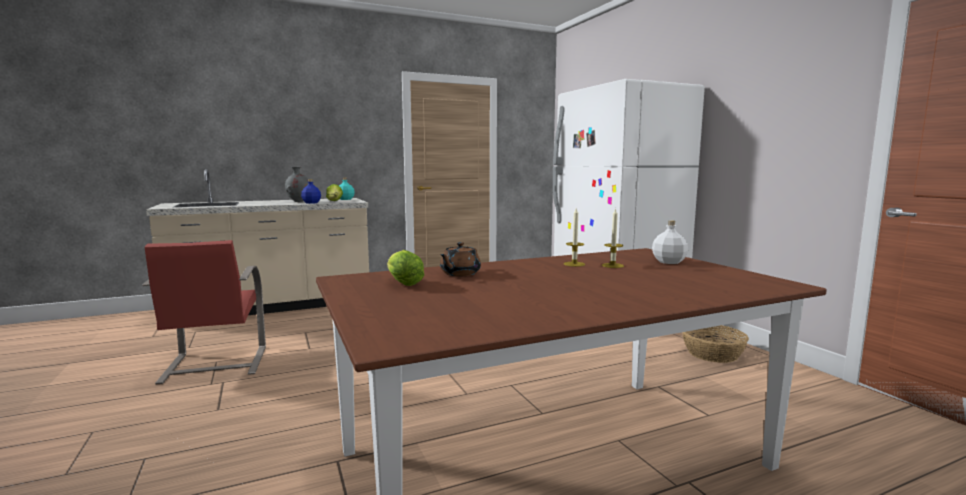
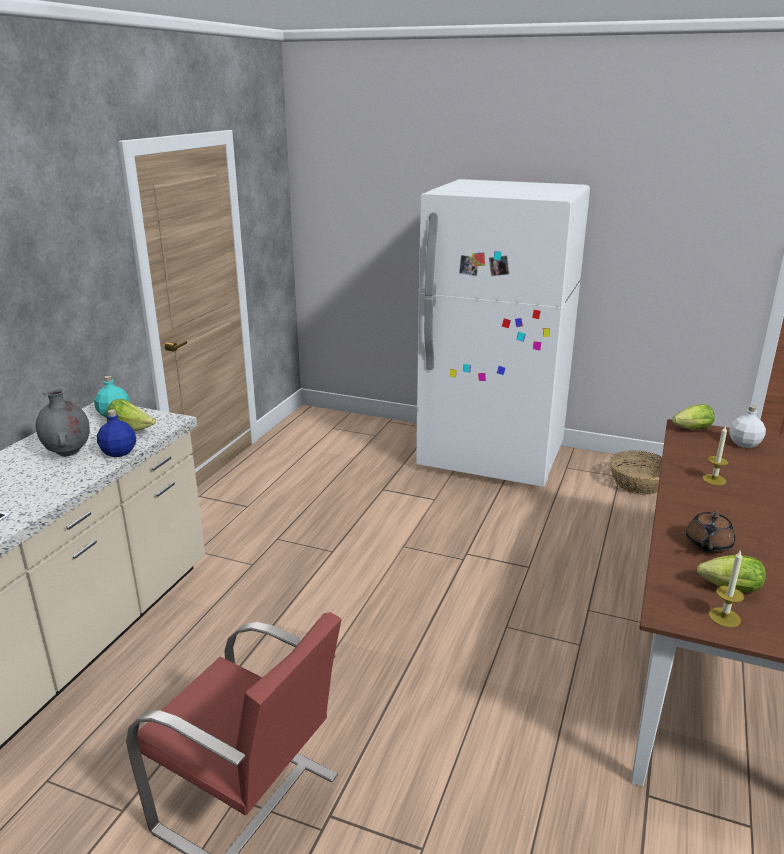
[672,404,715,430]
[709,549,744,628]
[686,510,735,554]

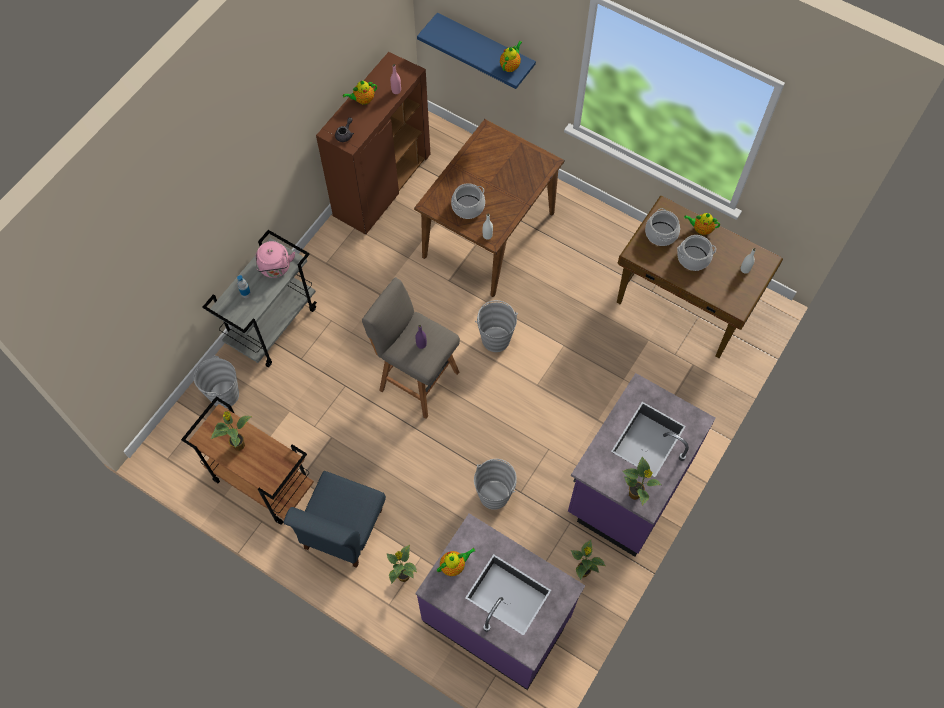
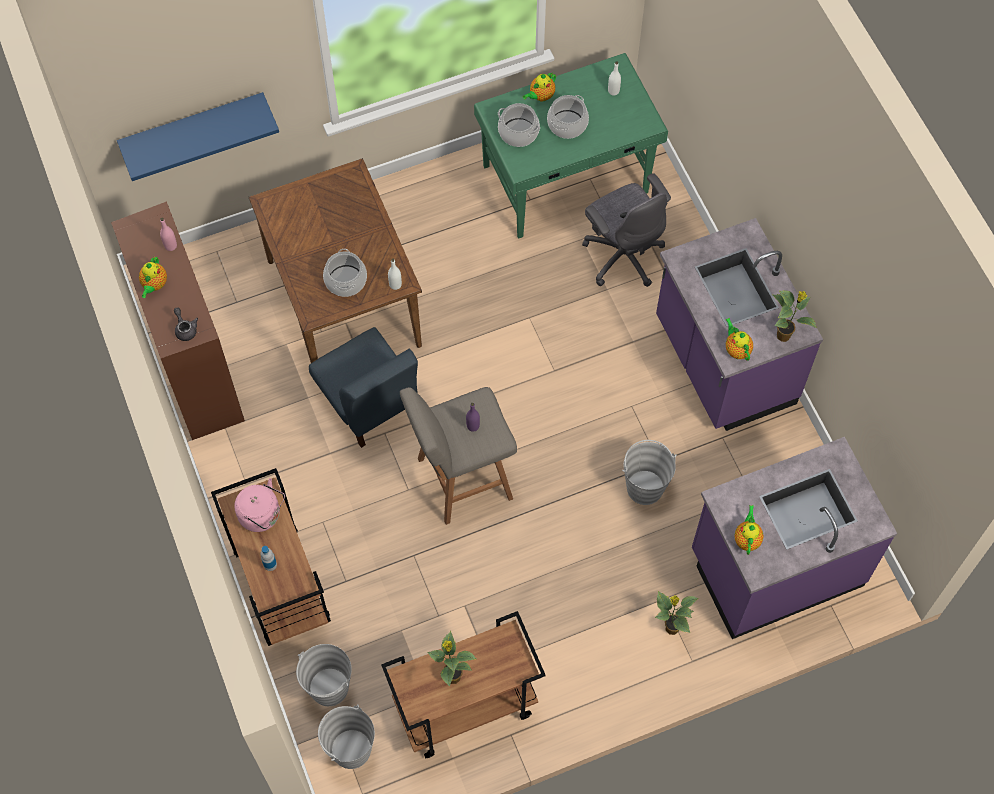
[571,540,605,580] (first image)
[582,173,671,287]
[309,327,418,448]
[318,704,375,769]
[725,318,753,361]
[211,468,331,646]
[474,53,668,239]

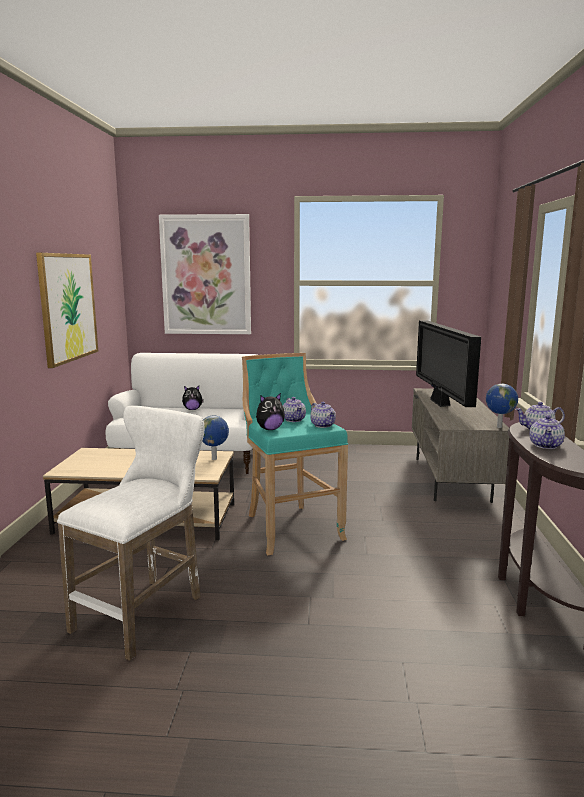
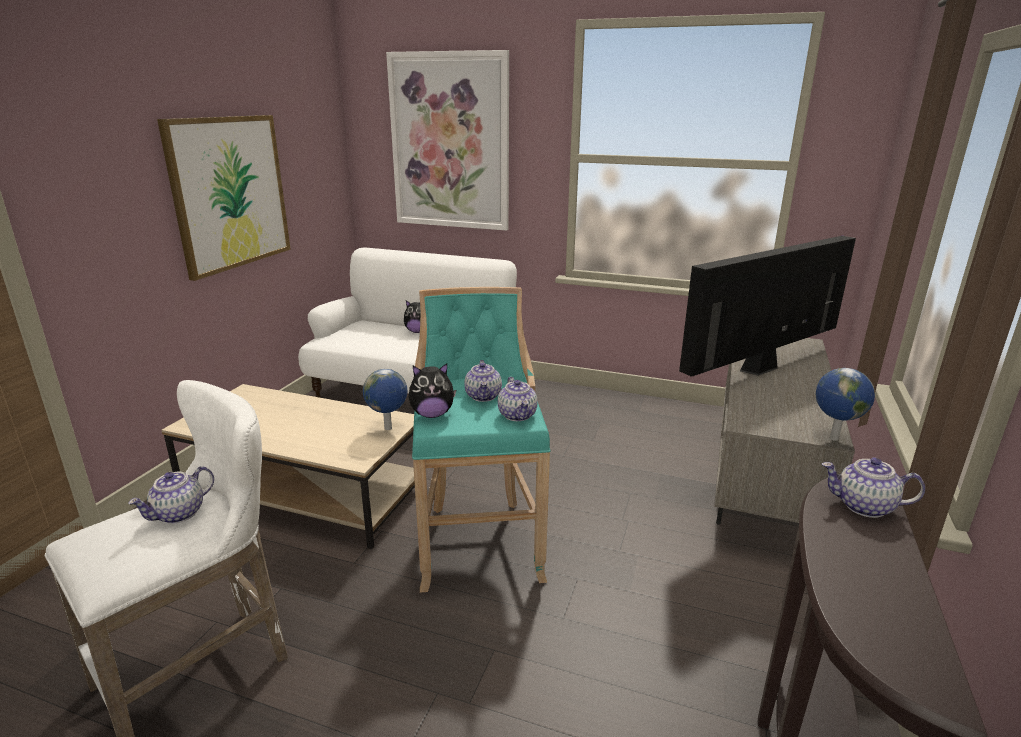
[128,466,214,524]
[679,236,856,377]

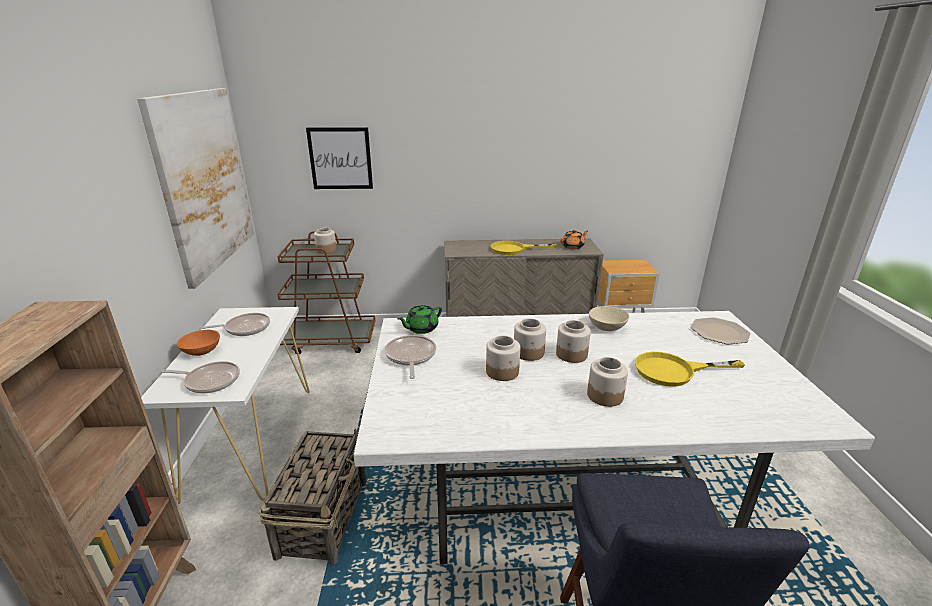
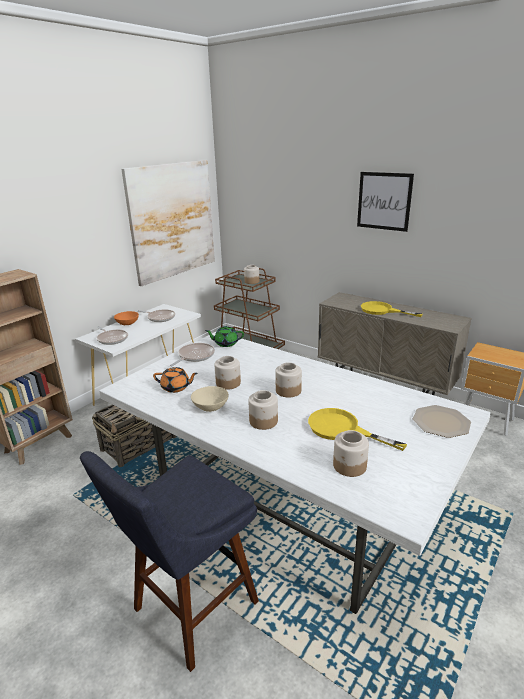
[357,172,414,232]
[333,430,369,477]
[153,367,198,393]
[191,386,229,412]

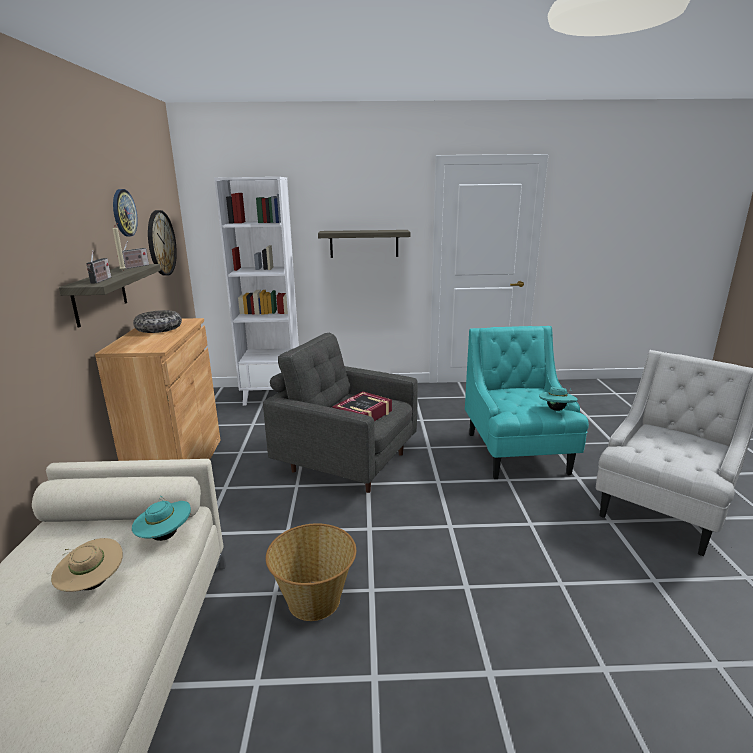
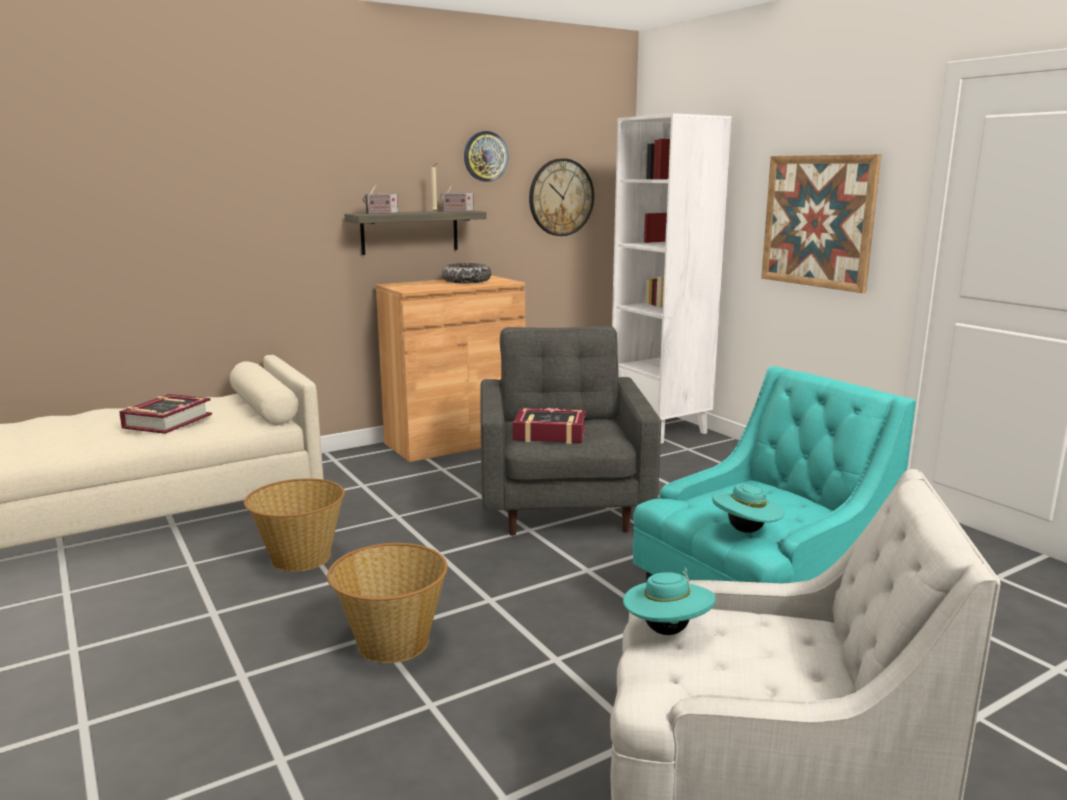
[327,543,448,663]
[623,567,716,635]
[119,394,212,434]
[761,154,881,293]

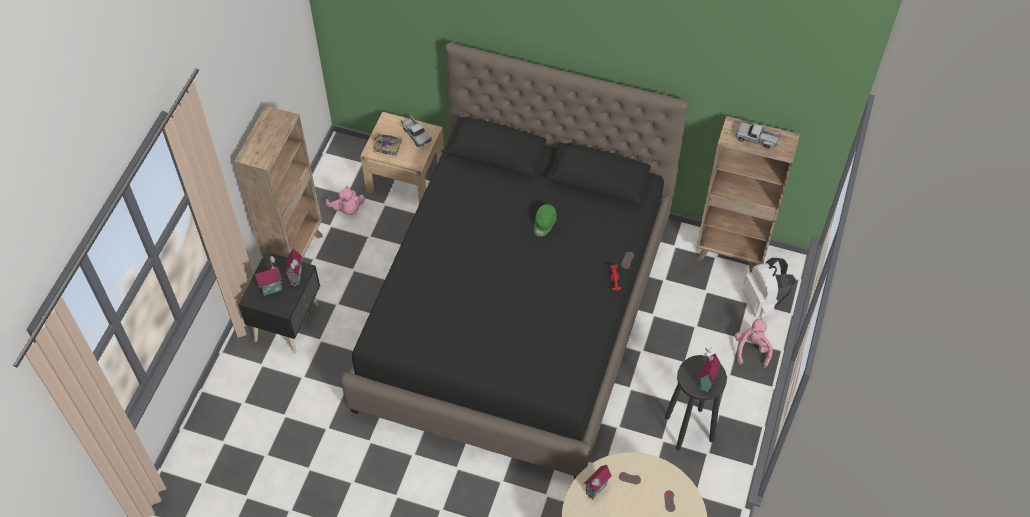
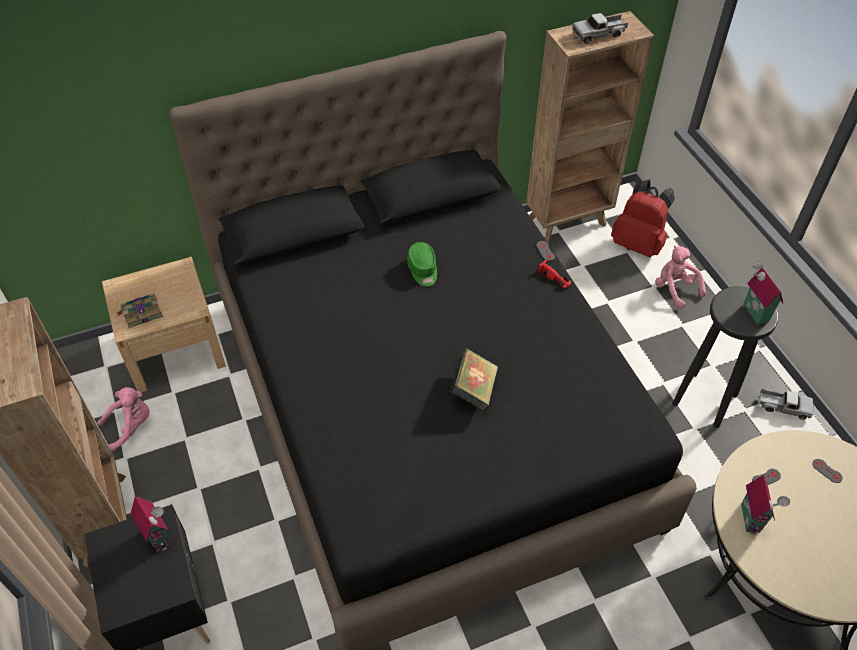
[255,256,283,296] (first image)
[450,348,498,411]
[758,389,814,420]
[611,179,675,258]
[97,387,150,451]

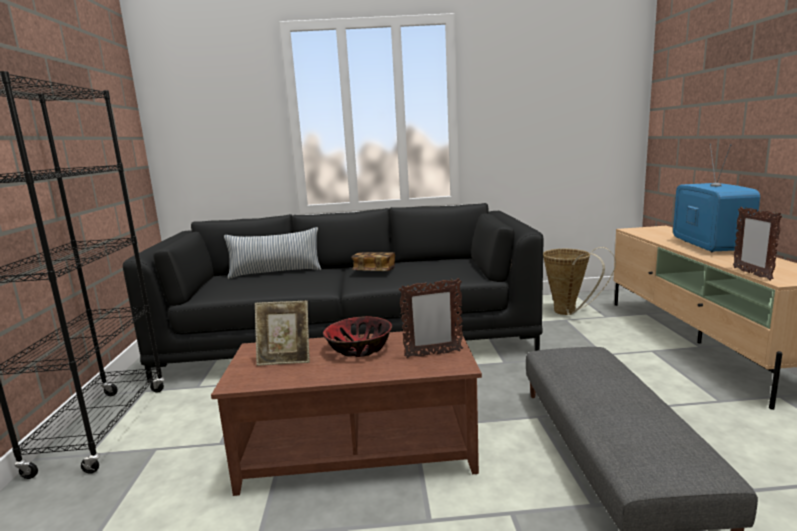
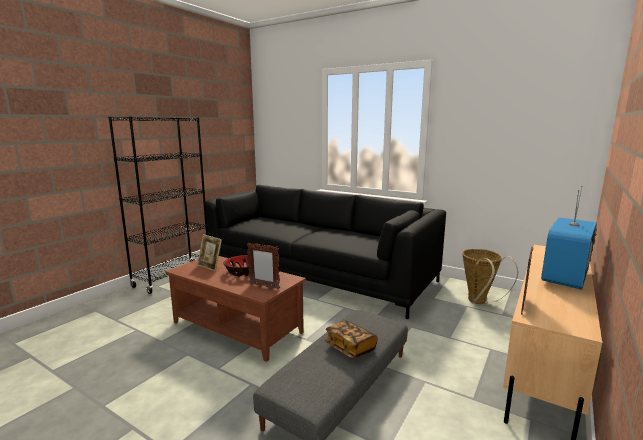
[224,227,321,279] (first image)
[325,320,378,359]

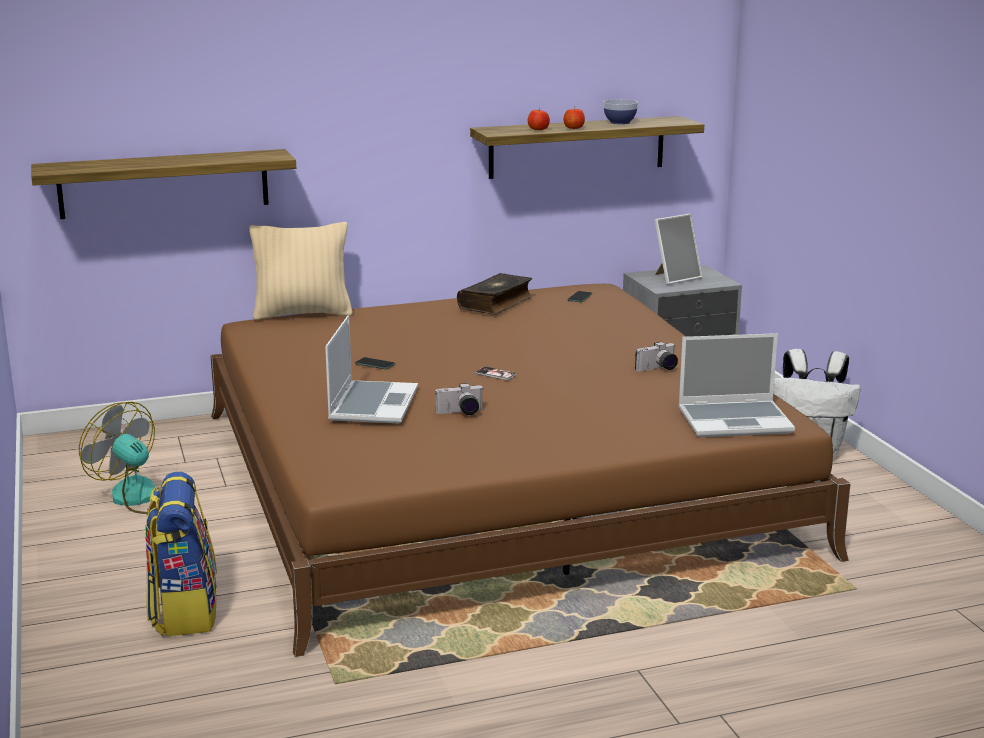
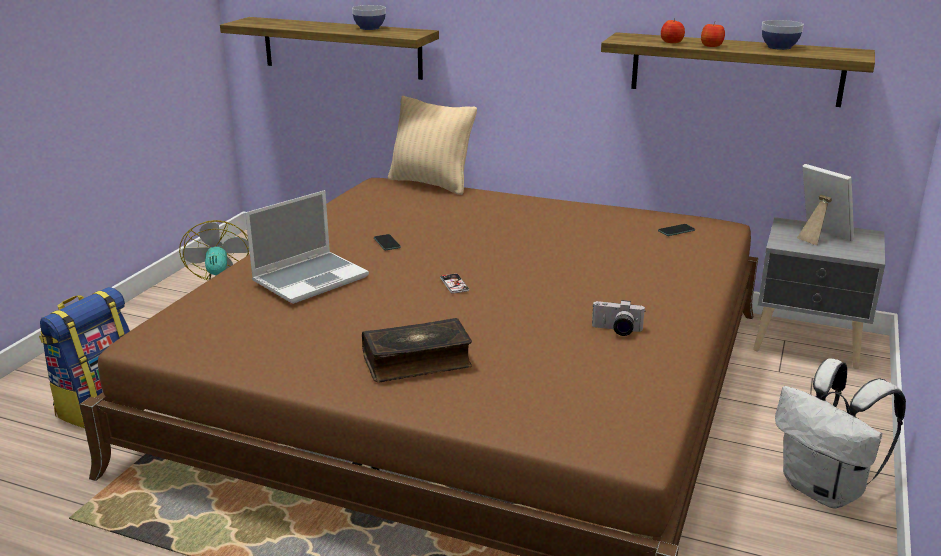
[435,383,483,415] (first image)
[678,333,795,437] (first image)
[352,5,386,30]
[362,318,472,382]
[797,164,854,245]

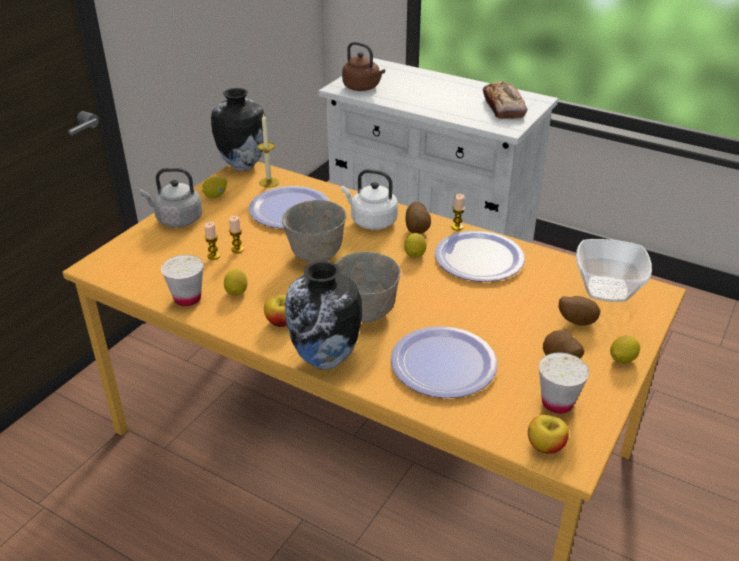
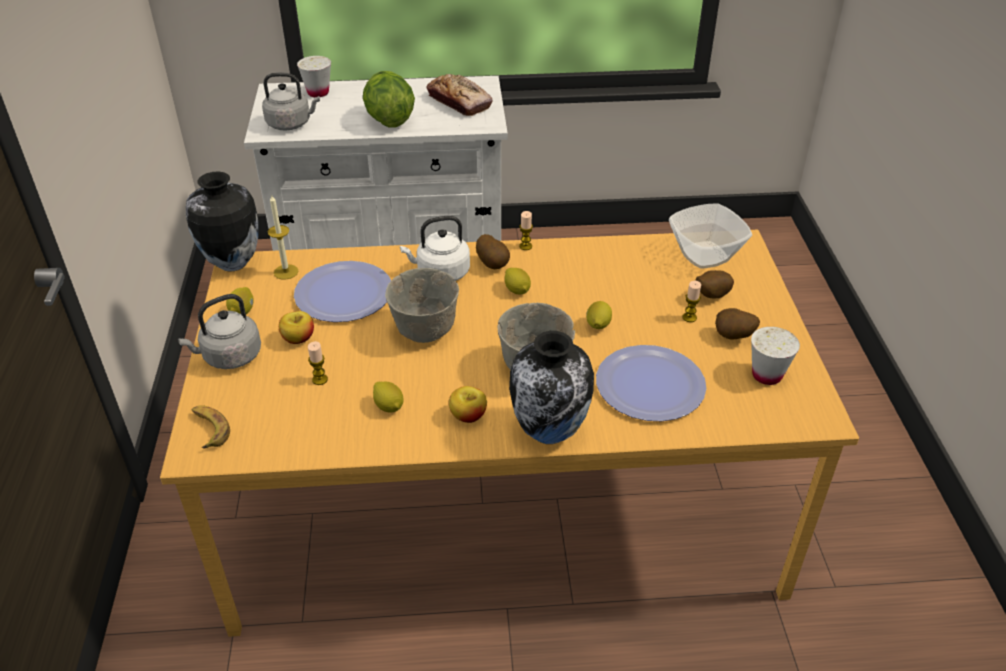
[435,231,525,282] (first image)
[192,405,230,449]
[363,71,415,128]
[297,56,331,98]
[682,281,701,322]
[279,311,314,344]
[586,301,612,329]
[262,73,320,130]

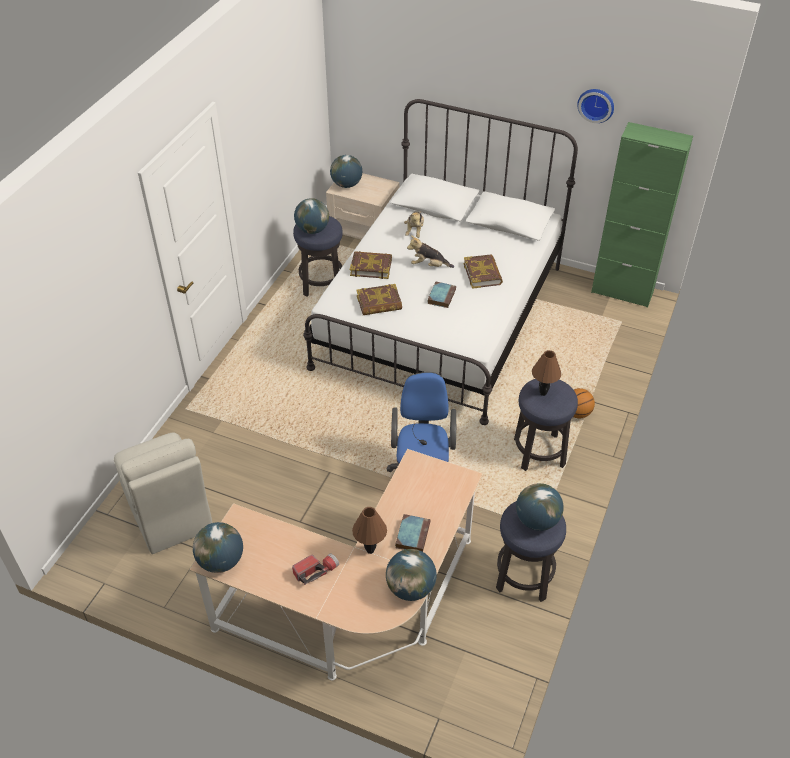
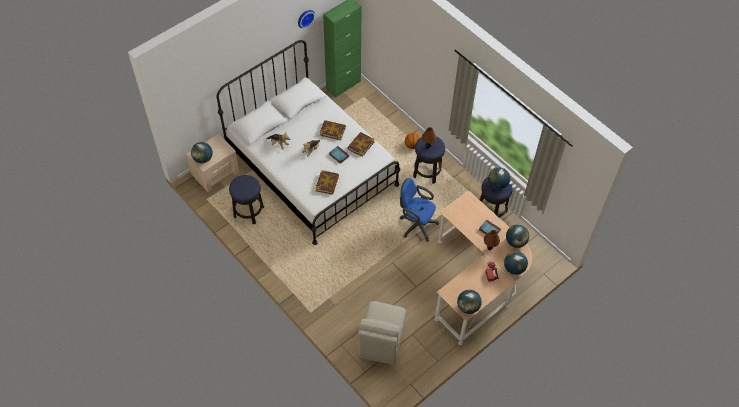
[504,251,528,275]
[347,132,375,157]
[358,301,406,365]

